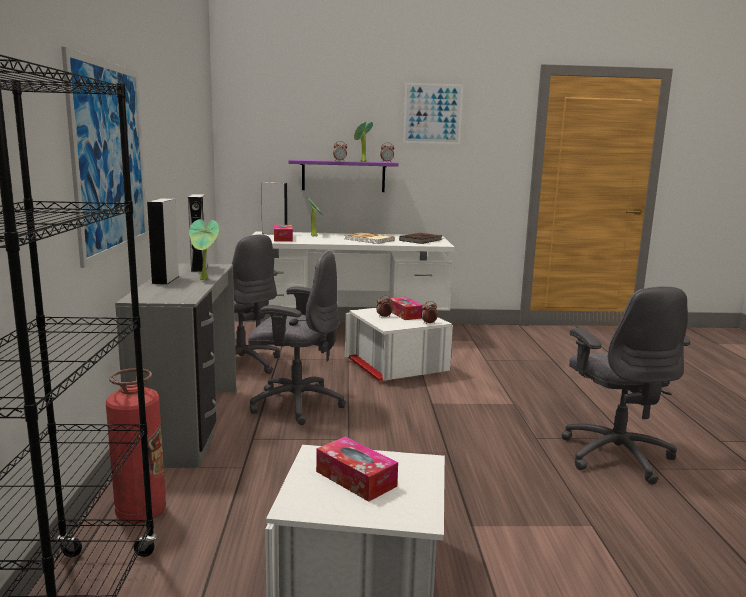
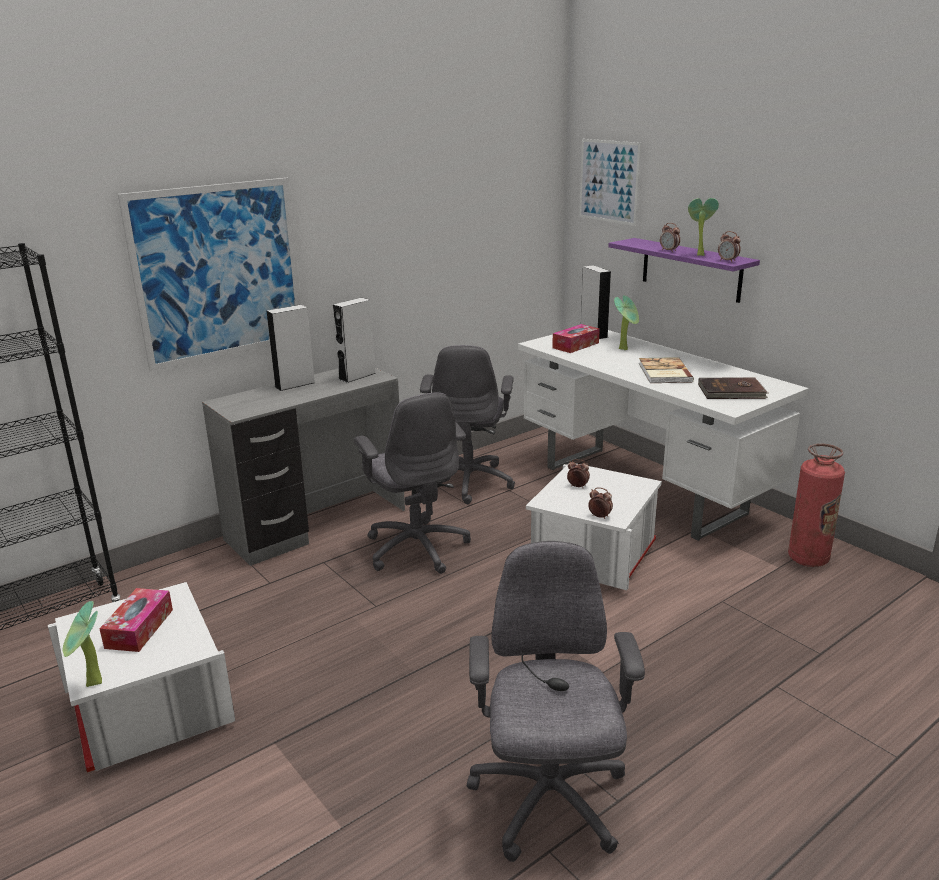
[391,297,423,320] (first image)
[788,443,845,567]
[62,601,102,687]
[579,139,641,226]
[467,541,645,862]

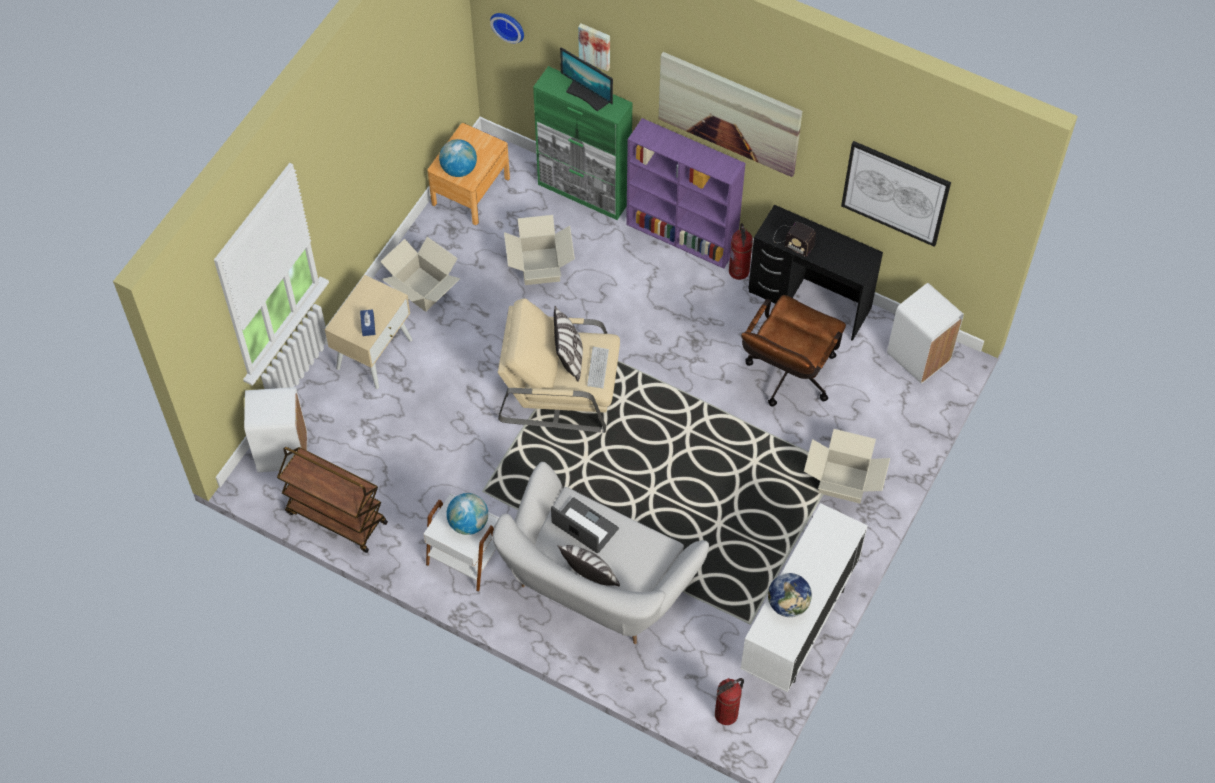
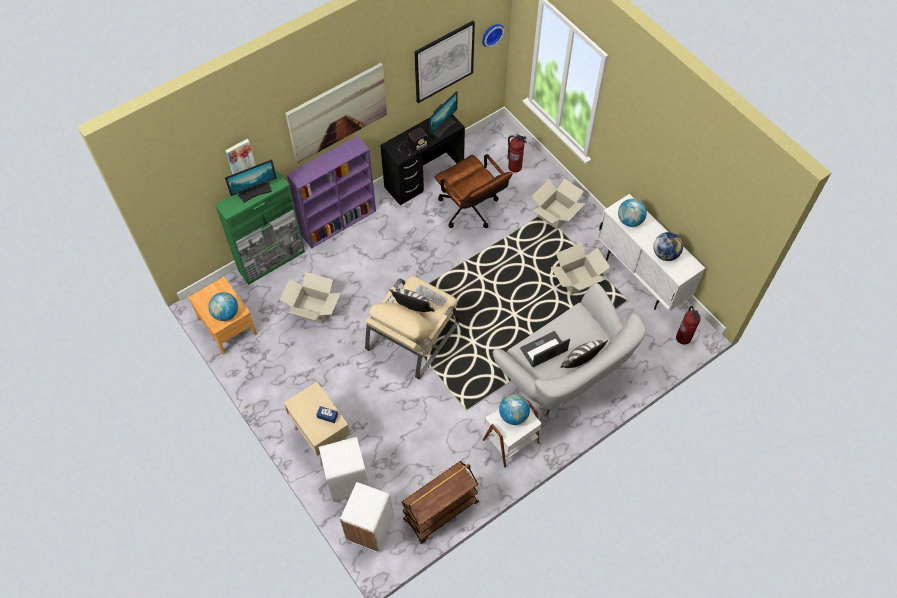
[429,91,458,139]
[618,199,647,227]
[551,243,610,295]
[482,24,504,47]
[507,134,527,173]
[319,437,369,502]

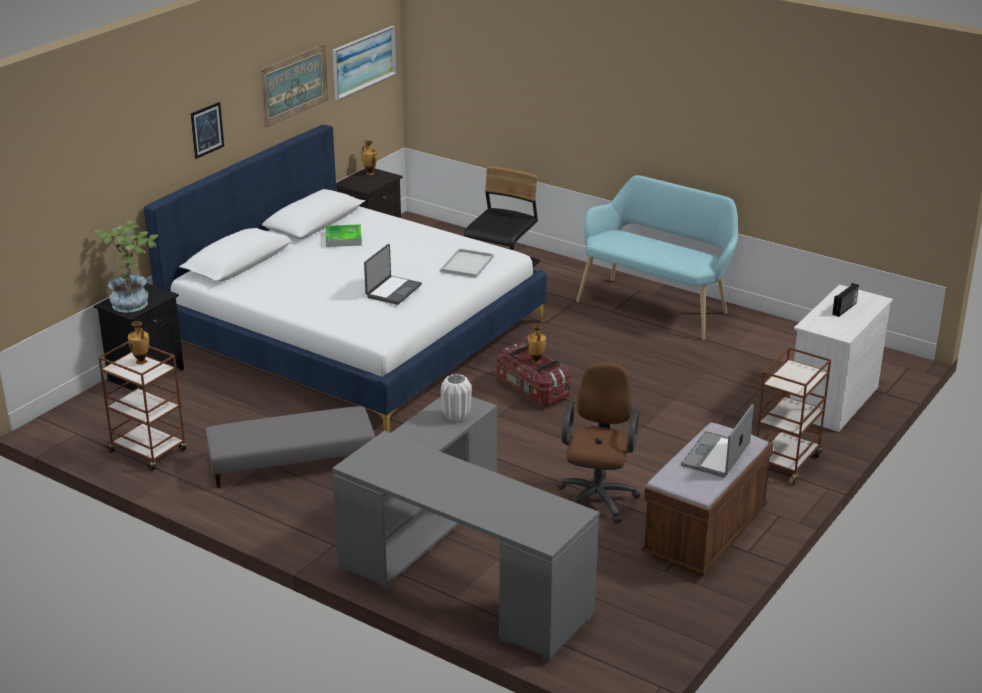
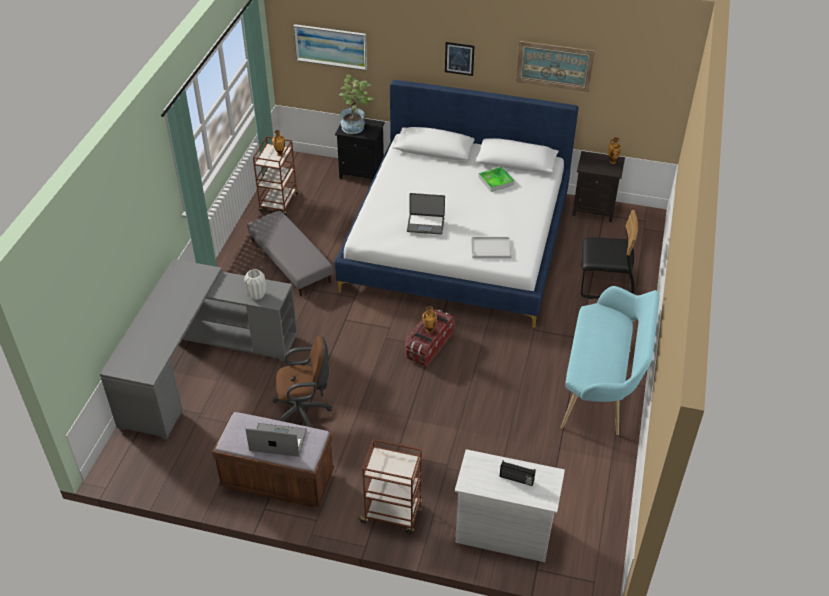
[293,24,367,70]

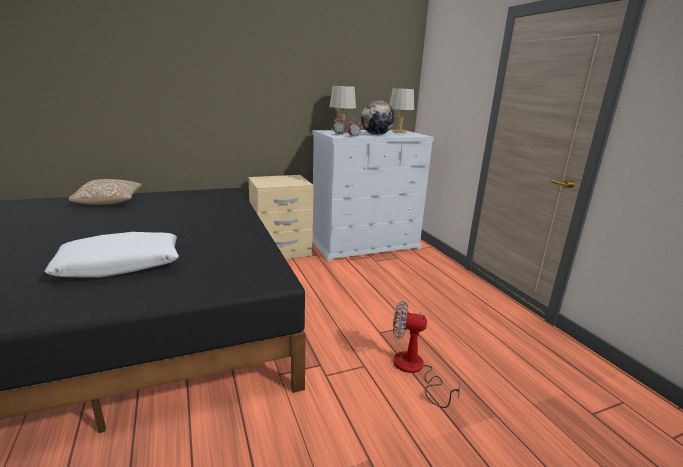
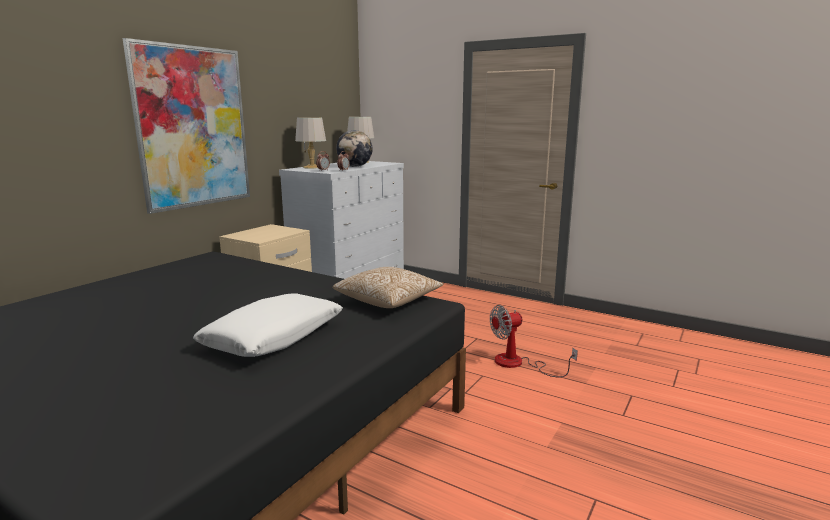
[123,38,250,214]
[333,267,443,308]

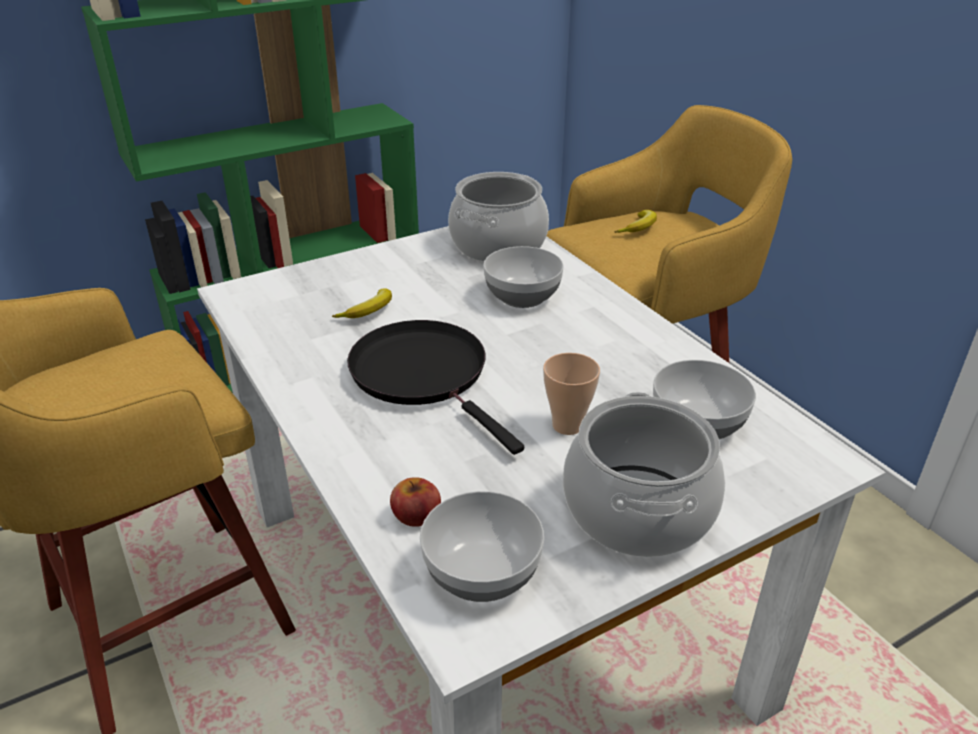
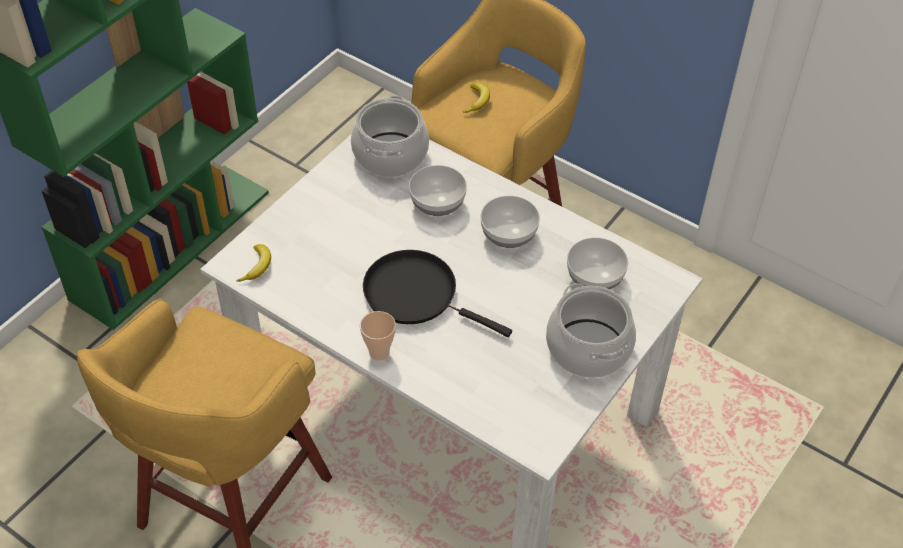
[390,477,441,527] (first image)
[237,244,271,282]
[481,196,540,248]
[360,311,396,361]

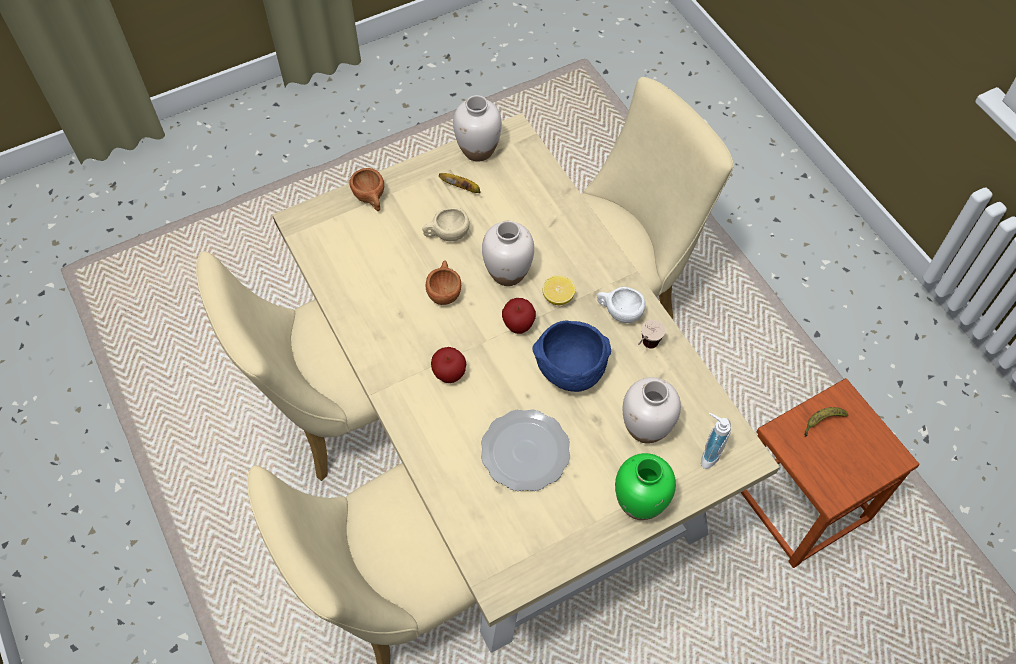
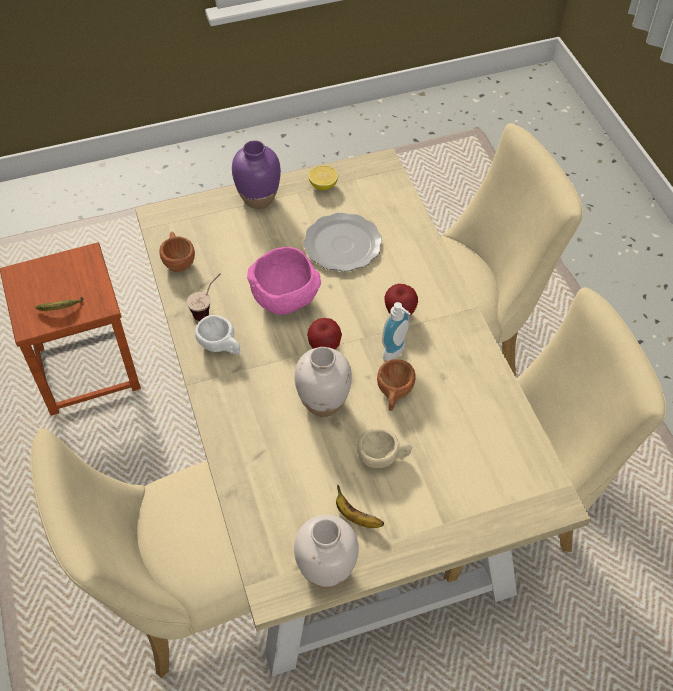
[622,377,681,444] (first image)
[159,231,195,272]
[309,165,338,191]
[382,302,411,361]
[247,247,321,315]
[232,140,281,209]

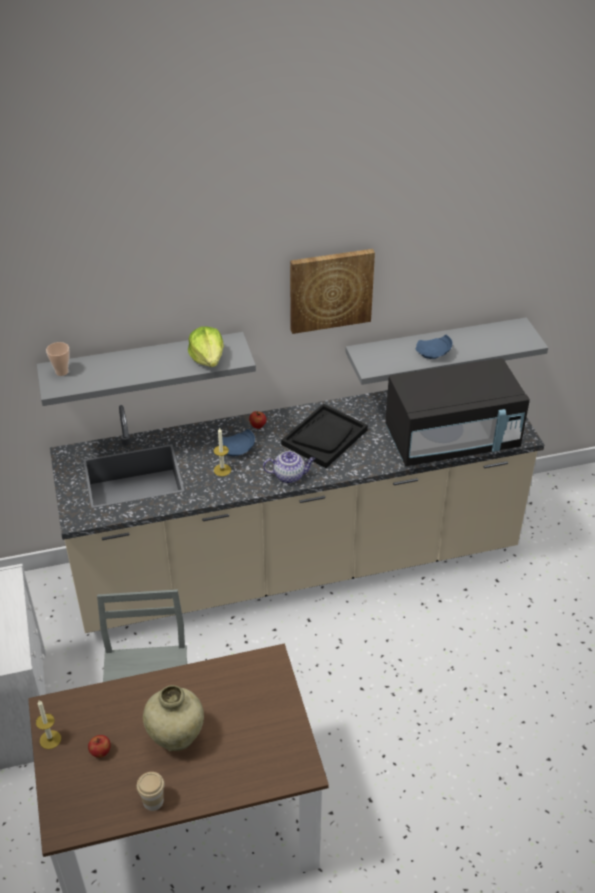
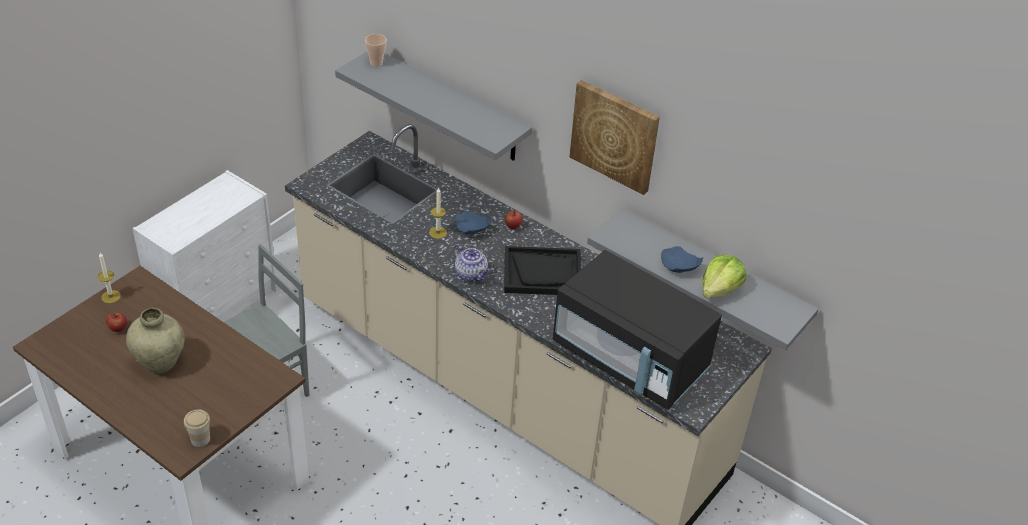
[184,409,210,447]
[702,255,746,298]

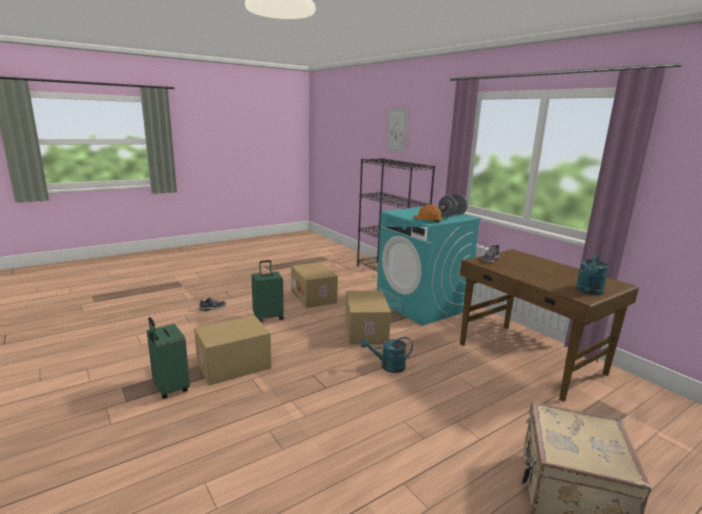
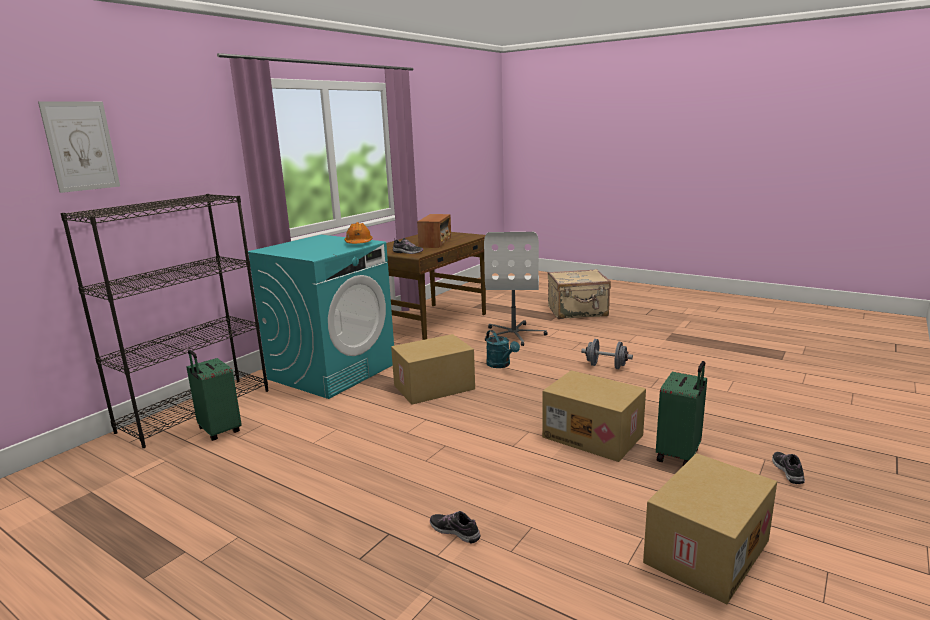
[576,253,609,295] (first image)
[417,214,451,248]
[484,232,548,346]
[772,452,805,484]
[187,350,242,441]
[643,453,777,604]
[581,339,633,369]

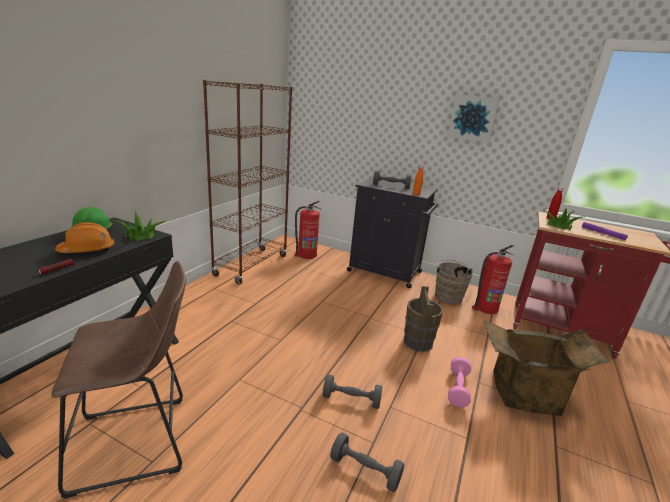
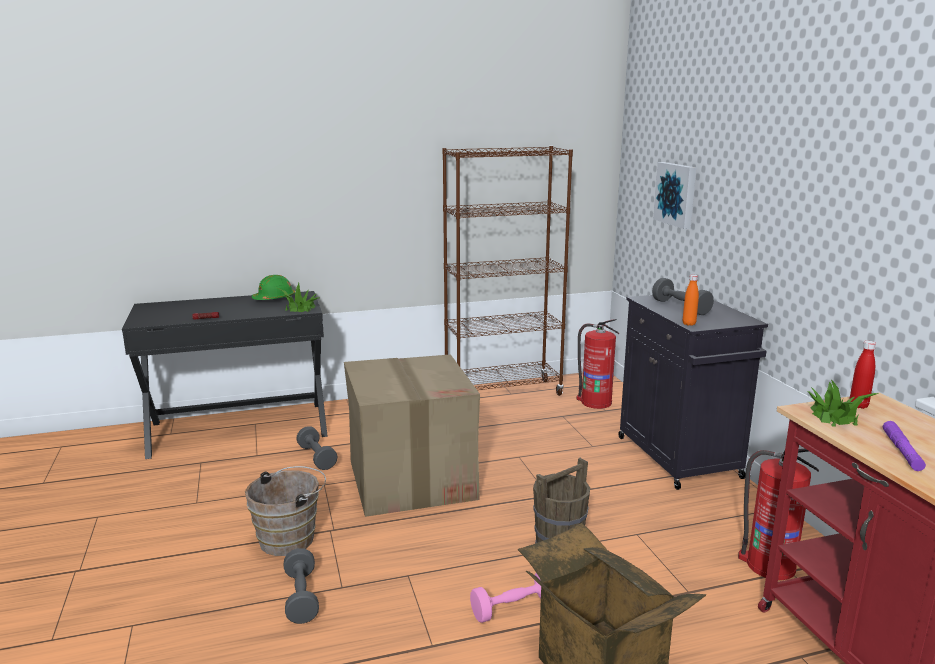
[51,261,186,499] (first image)
[55,222,115,253] (first image)
[344,354,480,517]
[296,426,338,470]
[245,466,326,556]
[653,162,696,229]

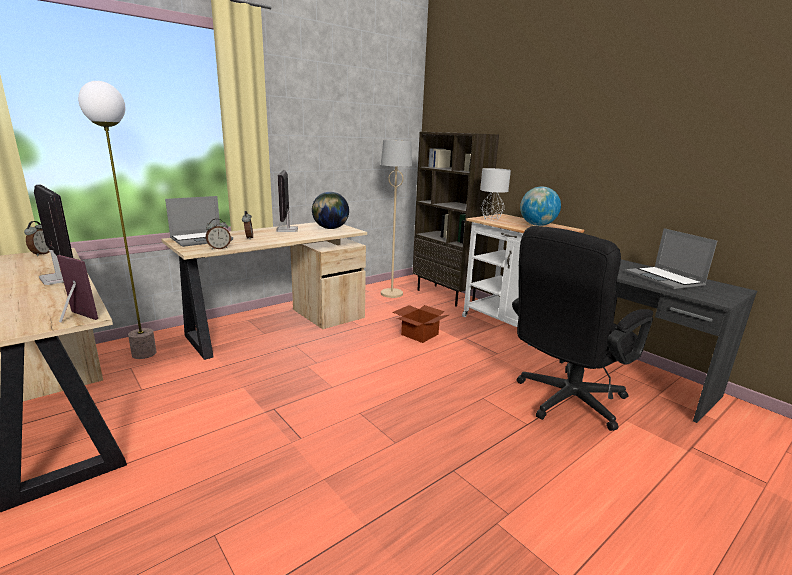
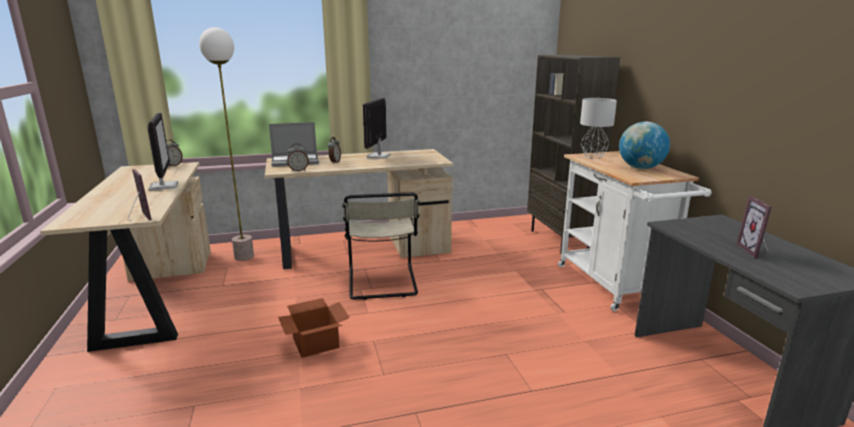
[312,192,349,229] (first image)
[381,140,412,298] (first image)
[512,226,653,431] (first image)
[342,192,420,300]
[278,298,350,358]
[737,196,771,258]

